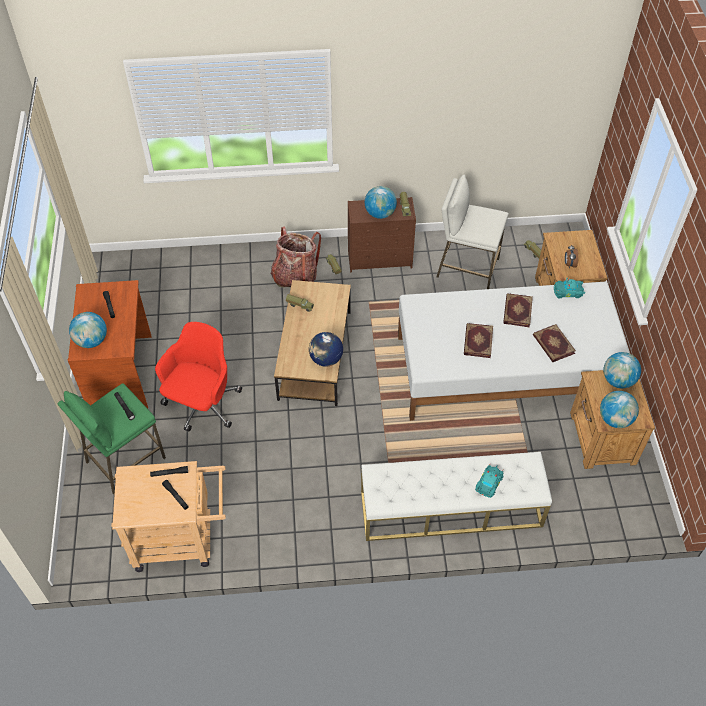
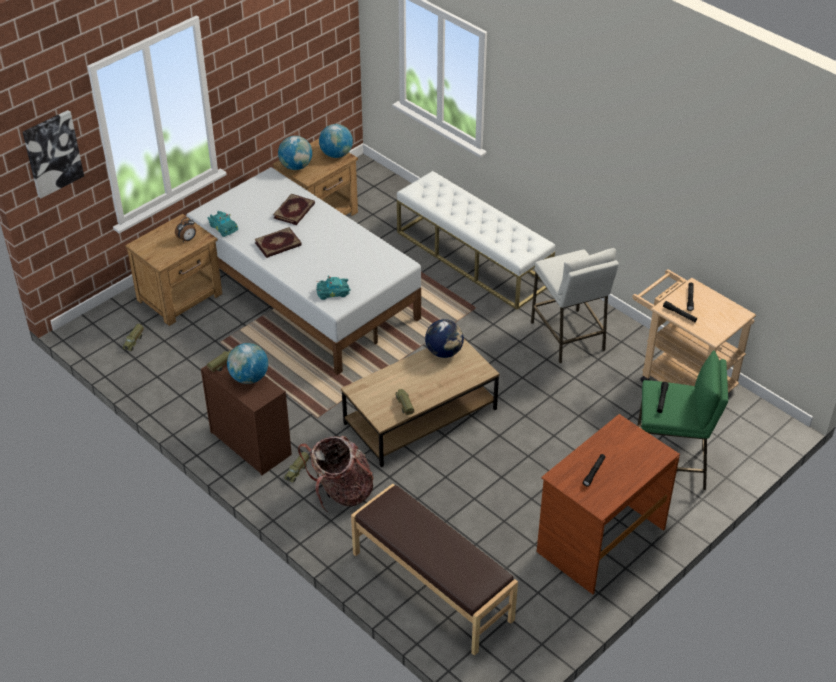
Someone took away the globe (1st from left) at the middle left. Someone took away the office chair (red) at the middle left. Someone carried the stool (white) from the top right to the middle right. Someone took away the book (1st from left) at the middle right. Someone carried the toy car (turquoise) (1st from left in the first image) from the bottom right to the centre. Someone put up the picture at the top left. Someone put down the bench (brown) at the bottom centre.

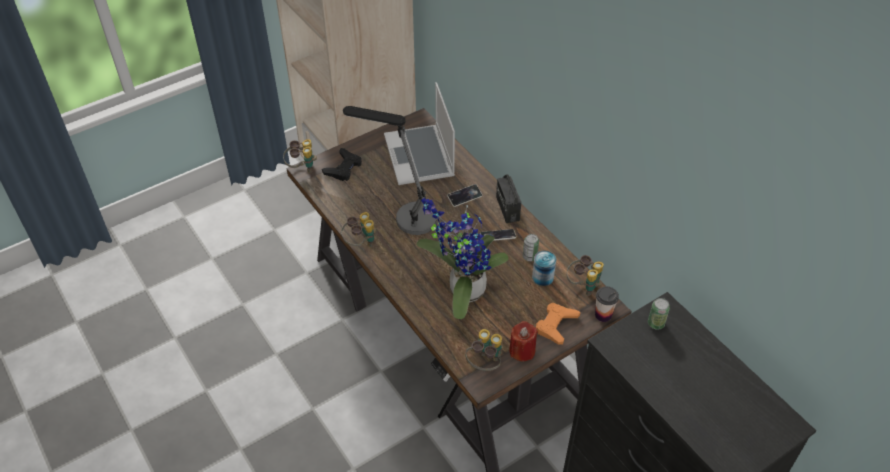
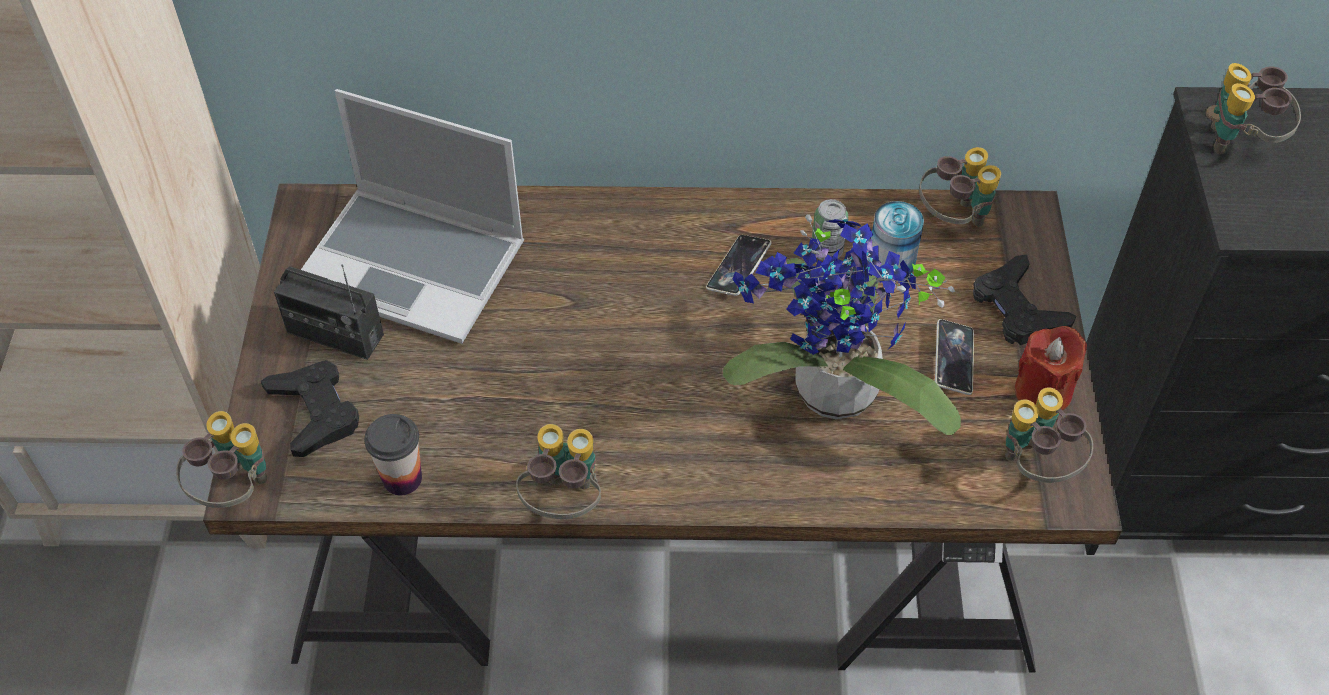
Someone took away the table lamp at the centre. Someone carried the phone (1st from left in the first image) from the centre to the middle right. Someone carried the radio from the centre to the middle left. Someone repainted the game controller (orange) at the bottom centre, which became the game controller (black) (2nd from left) at the middle right. Someone carried the cup from the middle right to the middle left. Someone swapped the can (3rd from left) at the middle right for the binoculars (5th from left) at the top right.

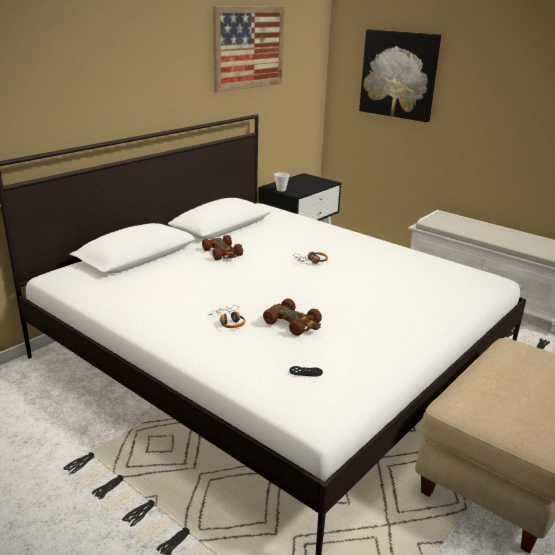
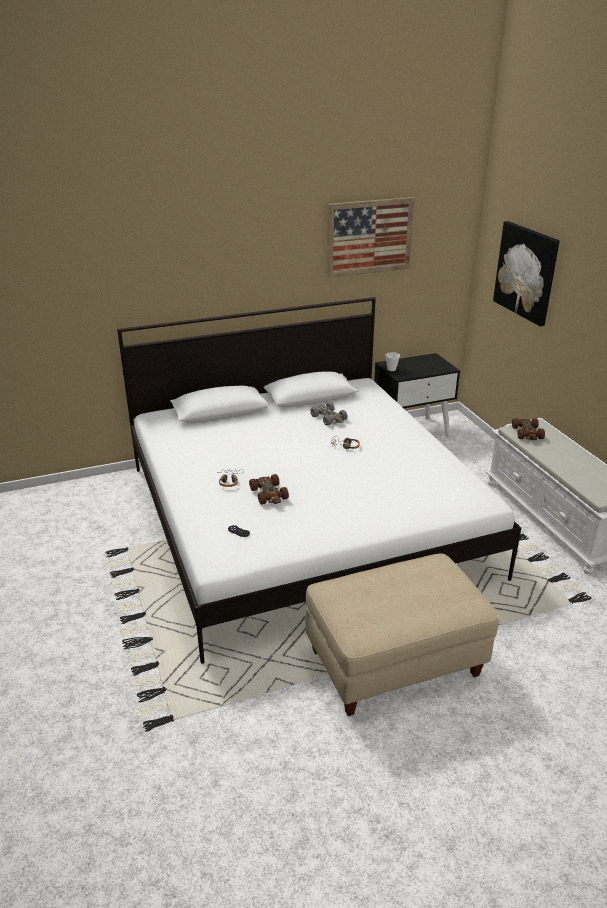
Someone carried the toy car (brown) (1st from left in the first image) from the centre to the middle right. Someone put down the toy car (grey) at the centre.

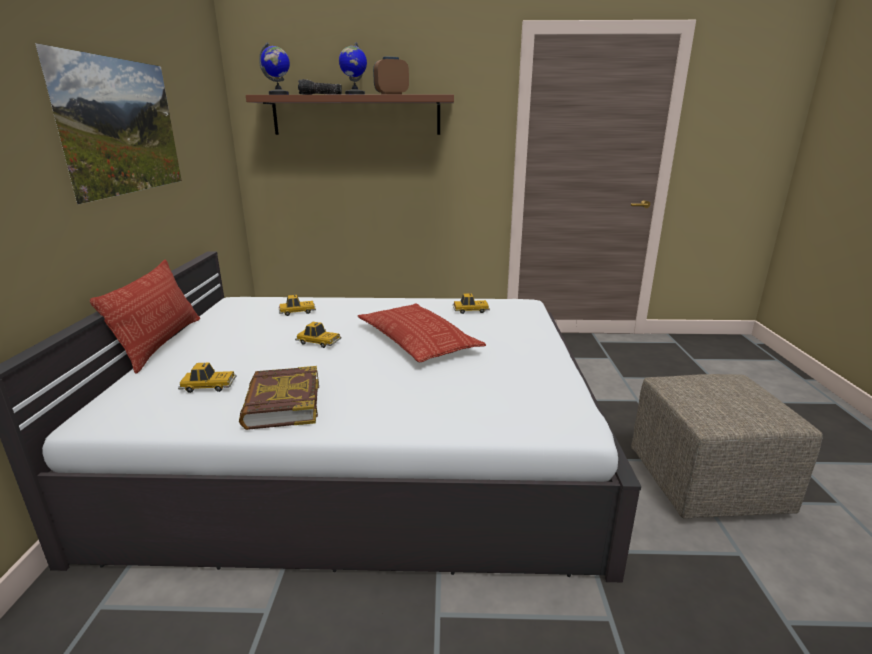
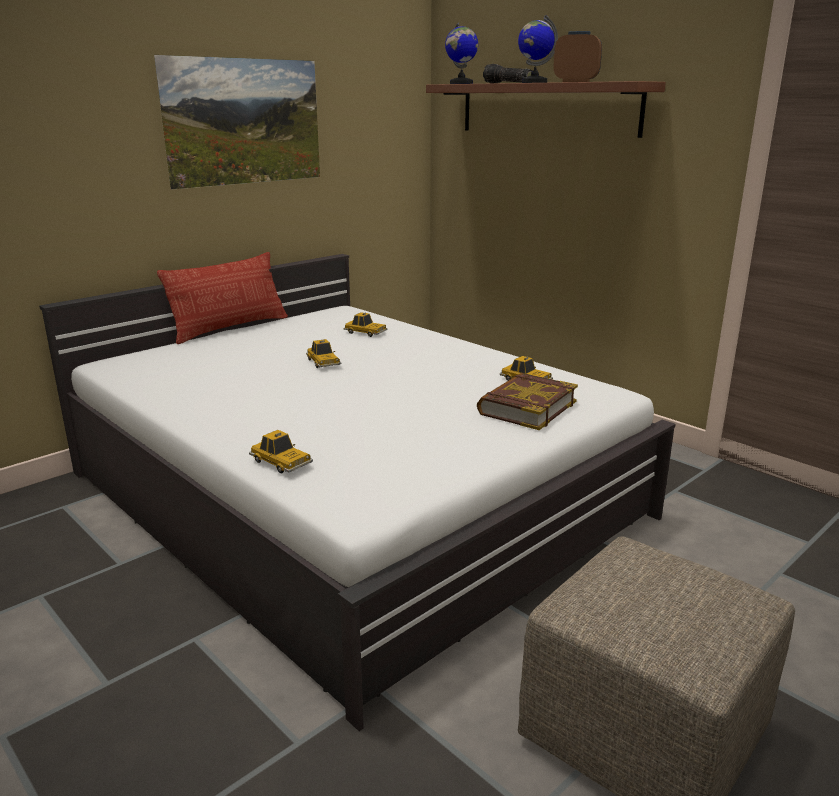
Someone carried the toy car (1st from left) from the middle left to the centre. Someone carried the book from the middle left to the centre. Someone took away the pillow (2nd from left) at the centre.

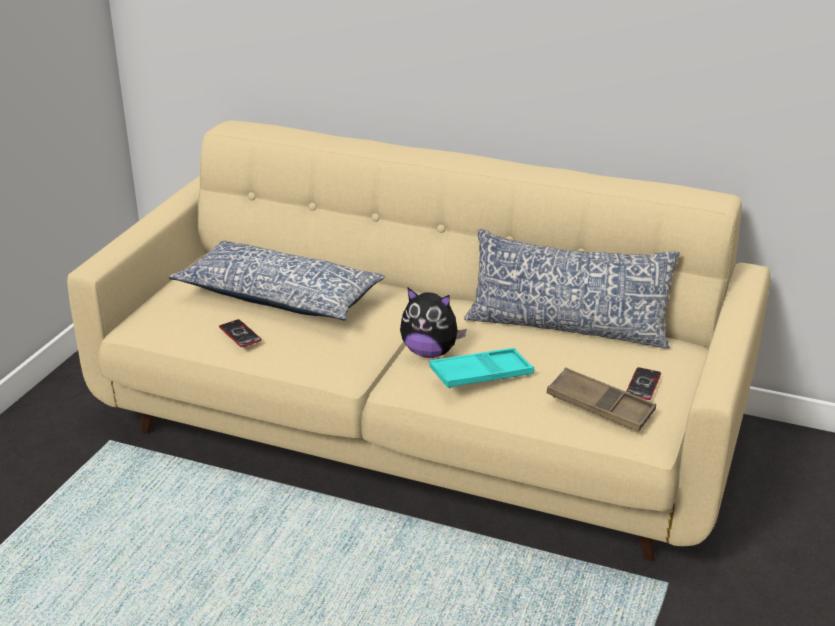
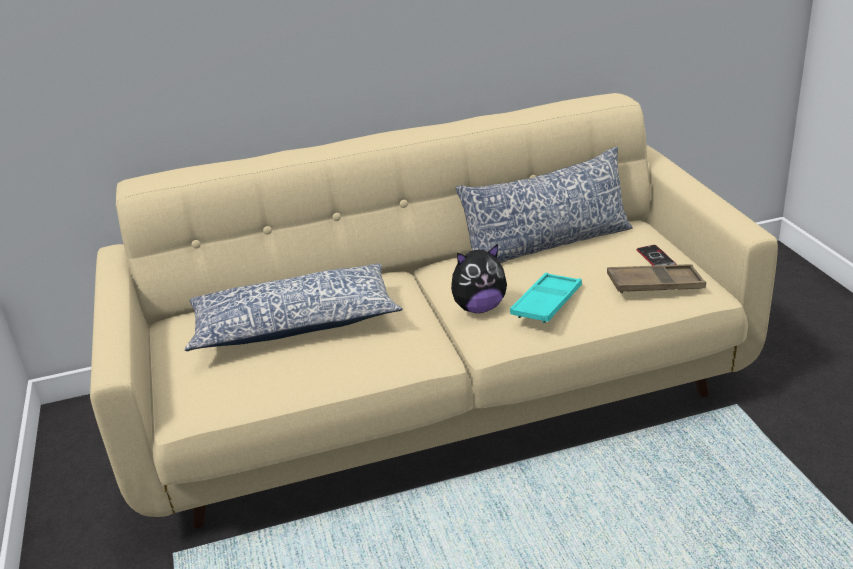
Someone took away the phone (1st from left) at the middle left.

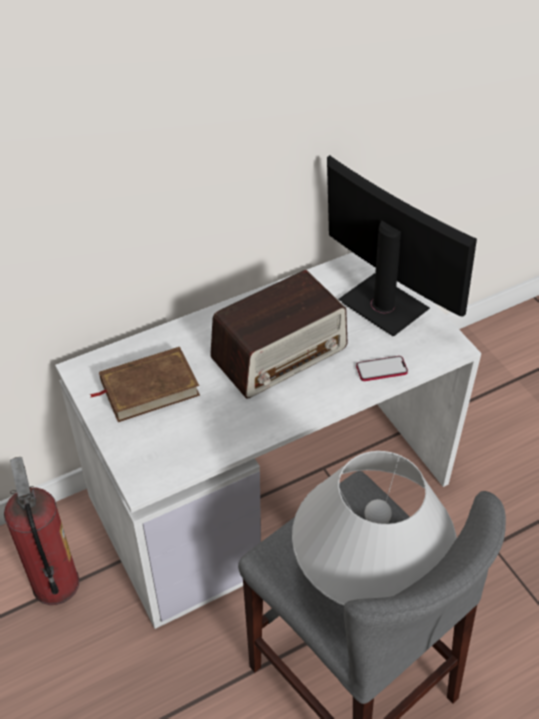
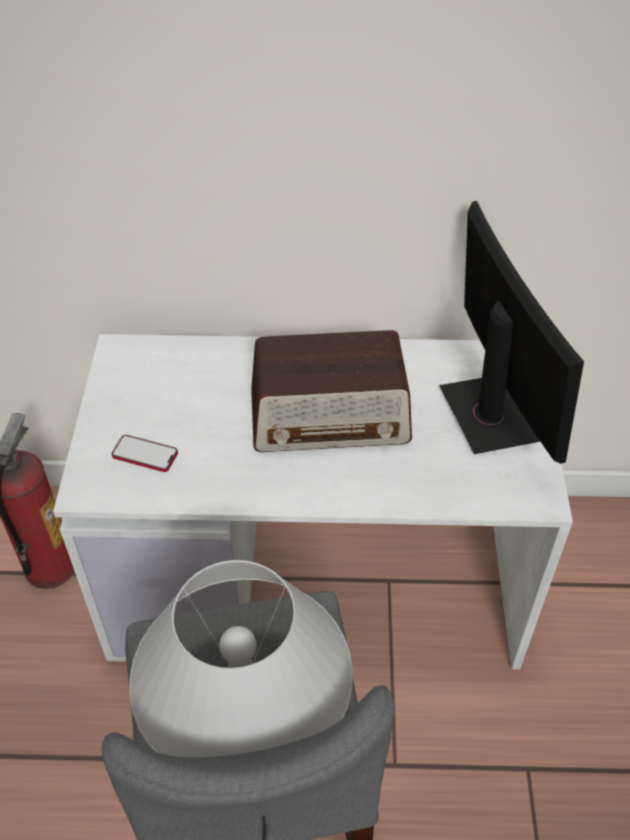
Someone took away the book (brown) at the middle left. Someone carried the phone from the middle right to the middle left.

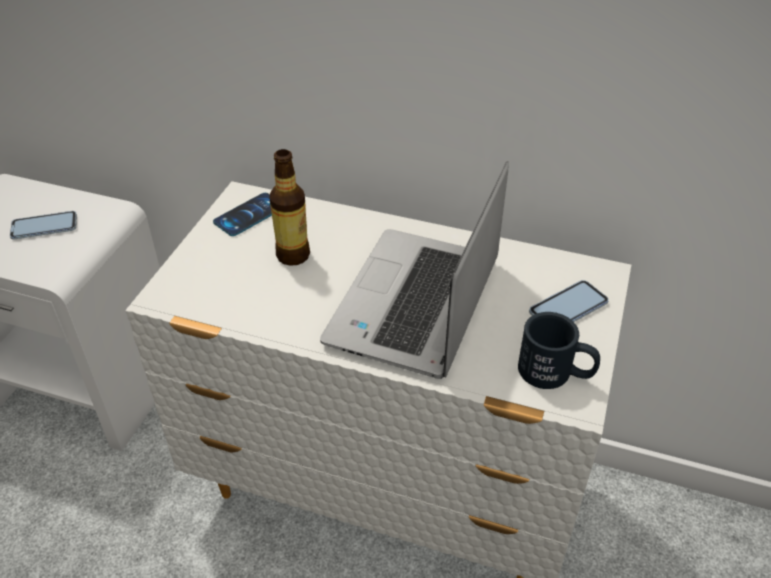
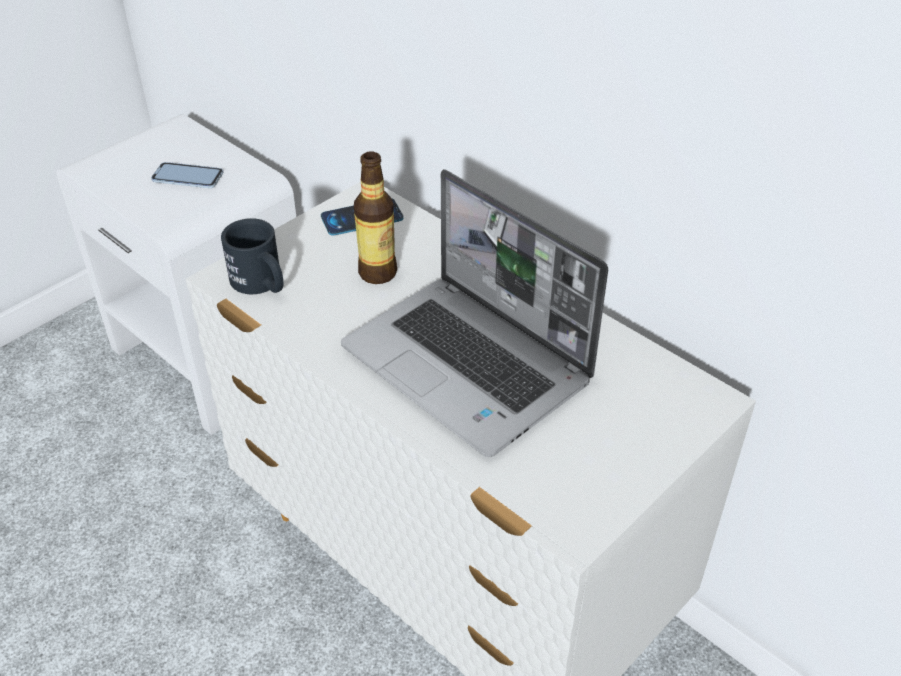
Someone rotated the laptop at the centre by 90 degrees counterclockwise. Someone carried the mug (black) from the middle right to the middle left. Someone took away the phone (3rd from left) at the middle right.

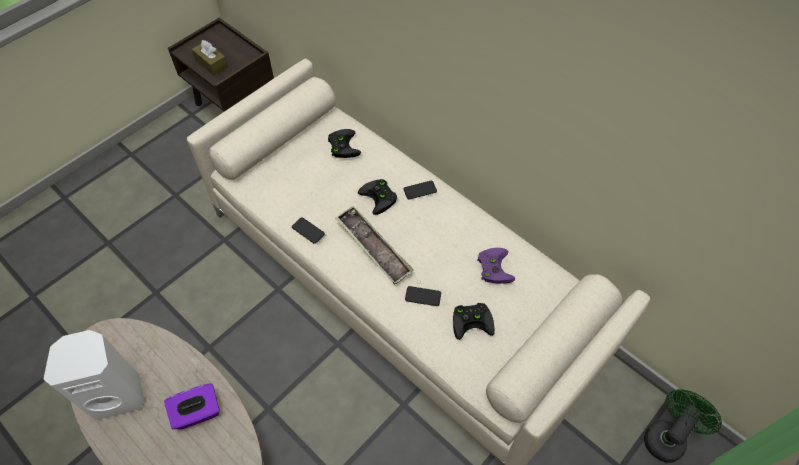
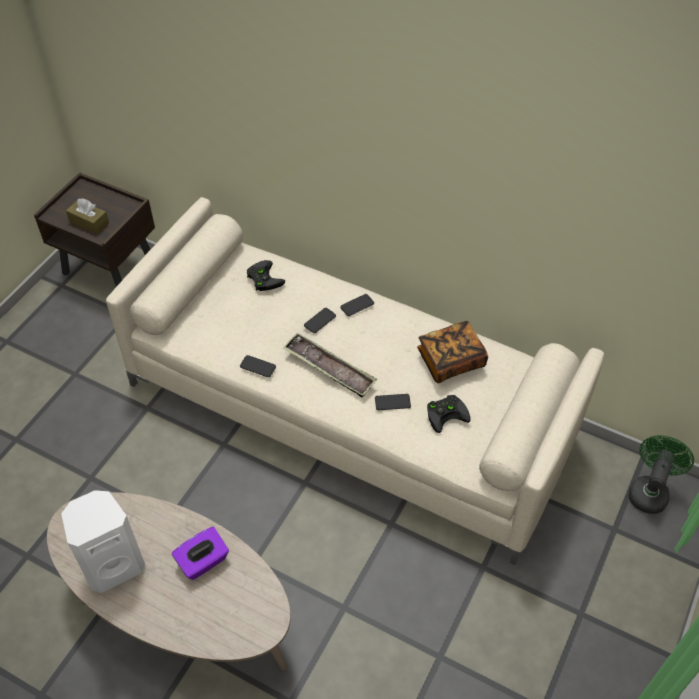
Someone swapped the game controller (black) (2nd from left) at the centre for the phone (2nd from left) at the centre. Someone swapped the game controller (purple) at the centre for the book at the centre.

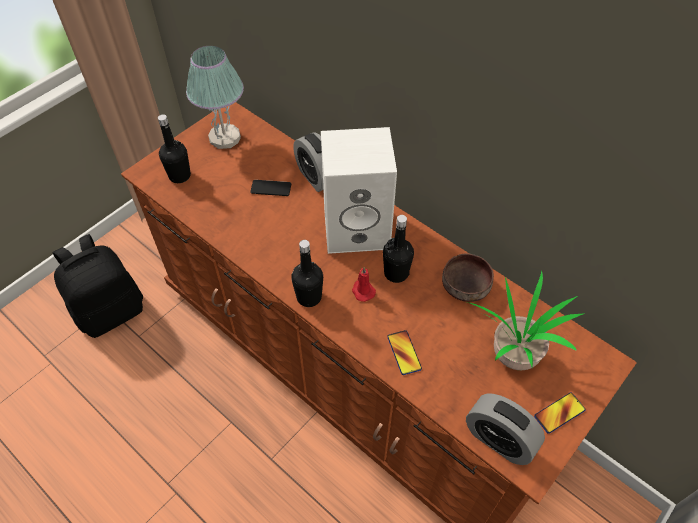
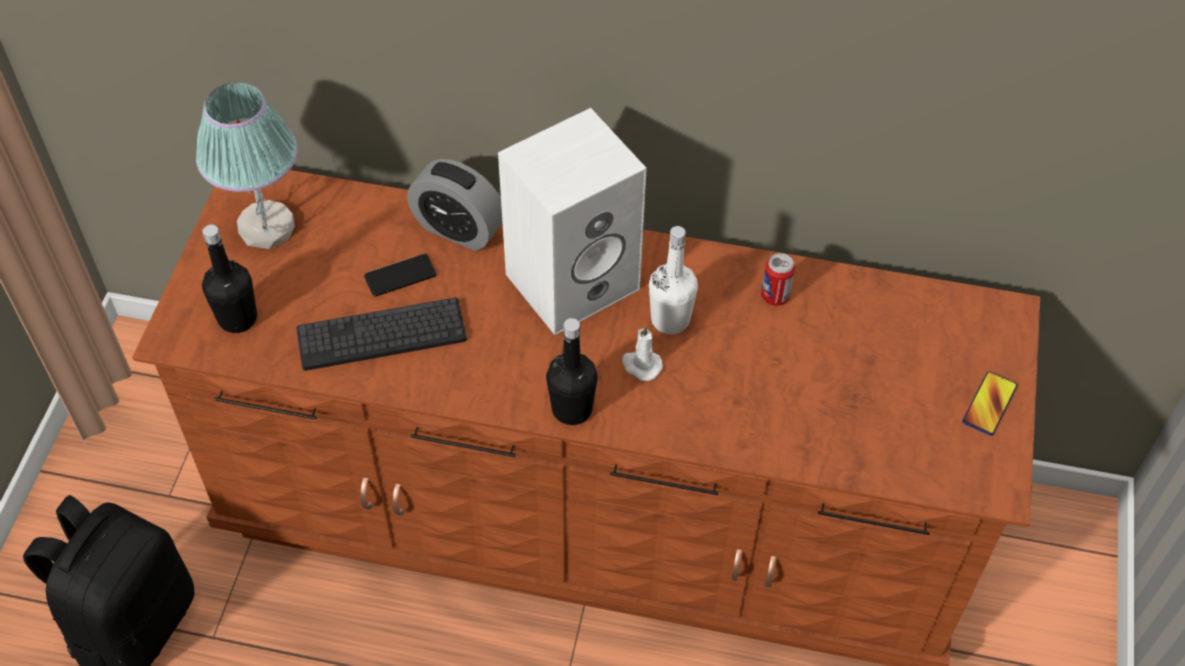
Someone repainted the candle (red) at the centre, which became the candle (white) at the centre. Someone repainted the bottle (black) (3rd from left) at the centre, which became the bottle (white) at the centre. Someone took away the phone (2nd from left) at the bottom centre. Someone swapped the bowl (brown) at the middle right for the can at the centre. Someone took away the alarm clock (2nd from left) at the bottom right. Someone took away the potted plant at the middle right. Someone put down the keyboard at the middle left.

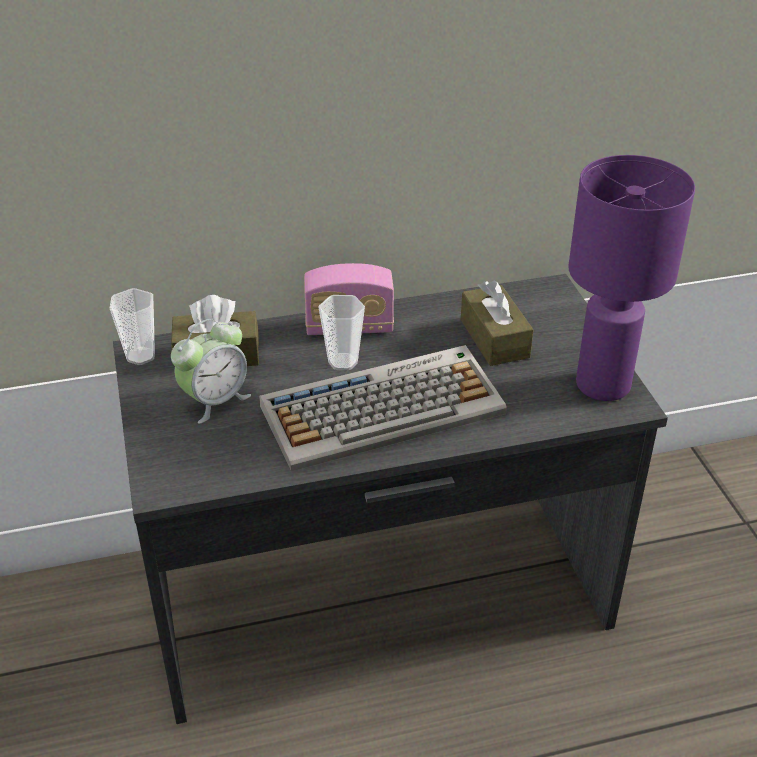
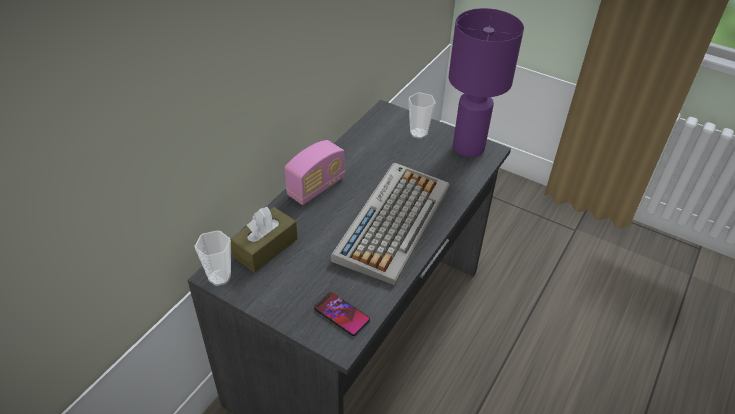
Someone took away the alarm clock at the middle left. Someone carried the cup (2nd from left) from the centre to the top centre. Someone took away the tissue box (brown) (2nd from left) at the centre. Someone put down the phone at the bottom centre.

